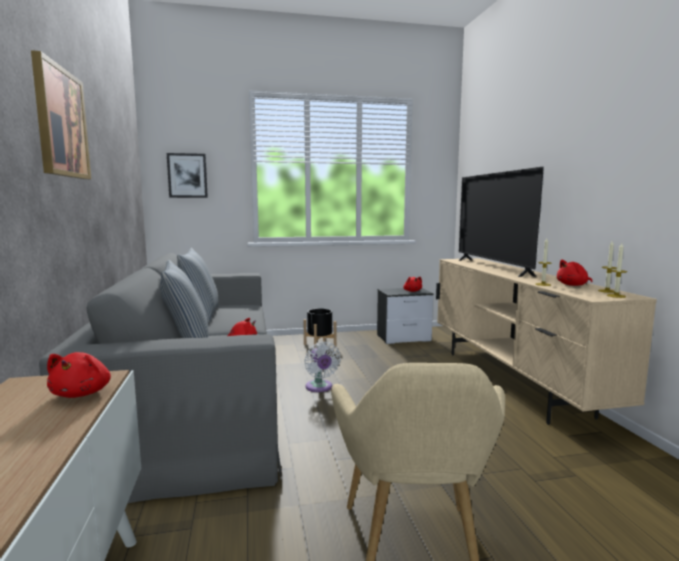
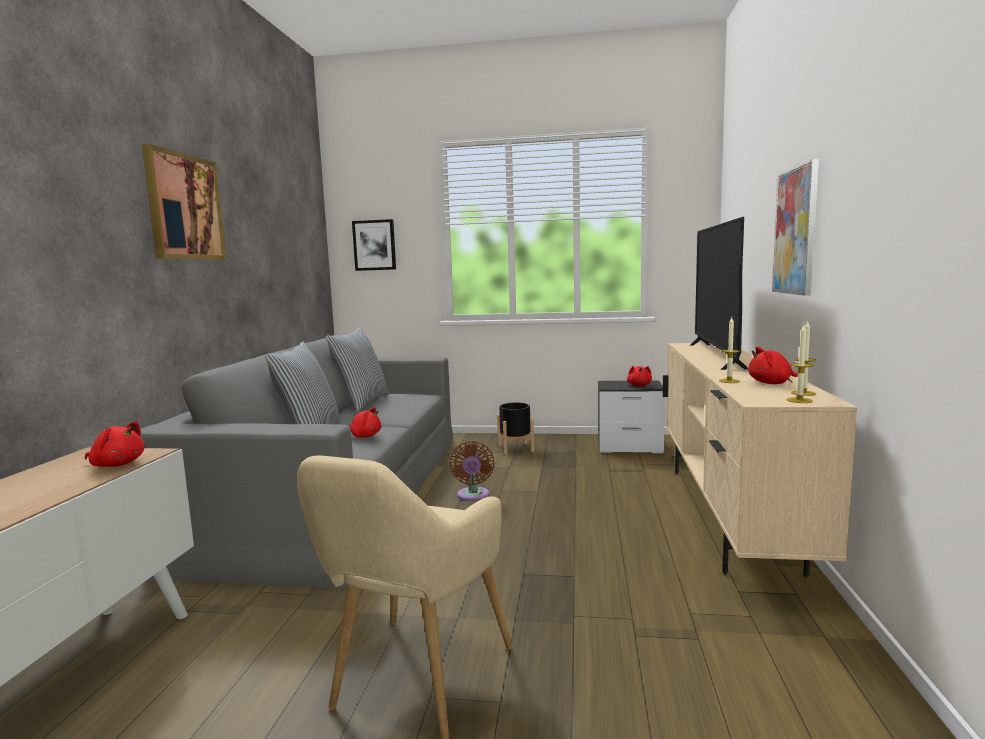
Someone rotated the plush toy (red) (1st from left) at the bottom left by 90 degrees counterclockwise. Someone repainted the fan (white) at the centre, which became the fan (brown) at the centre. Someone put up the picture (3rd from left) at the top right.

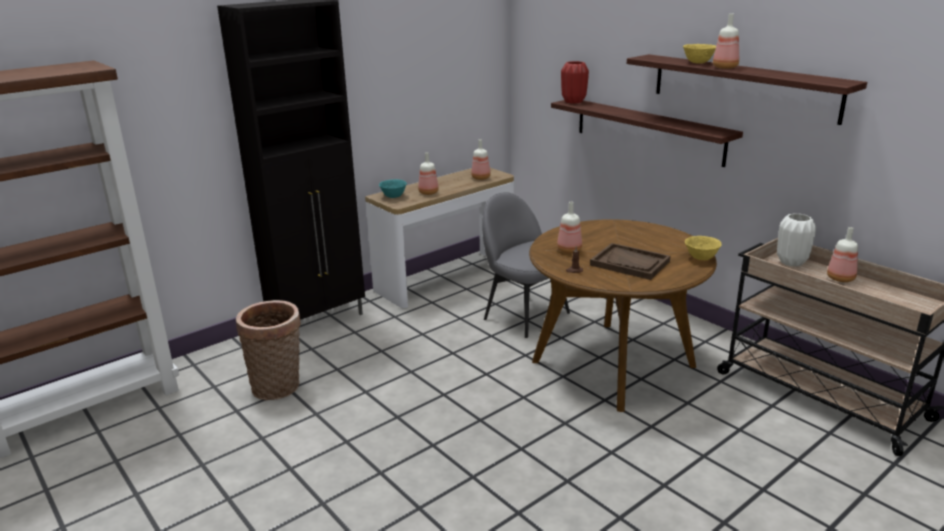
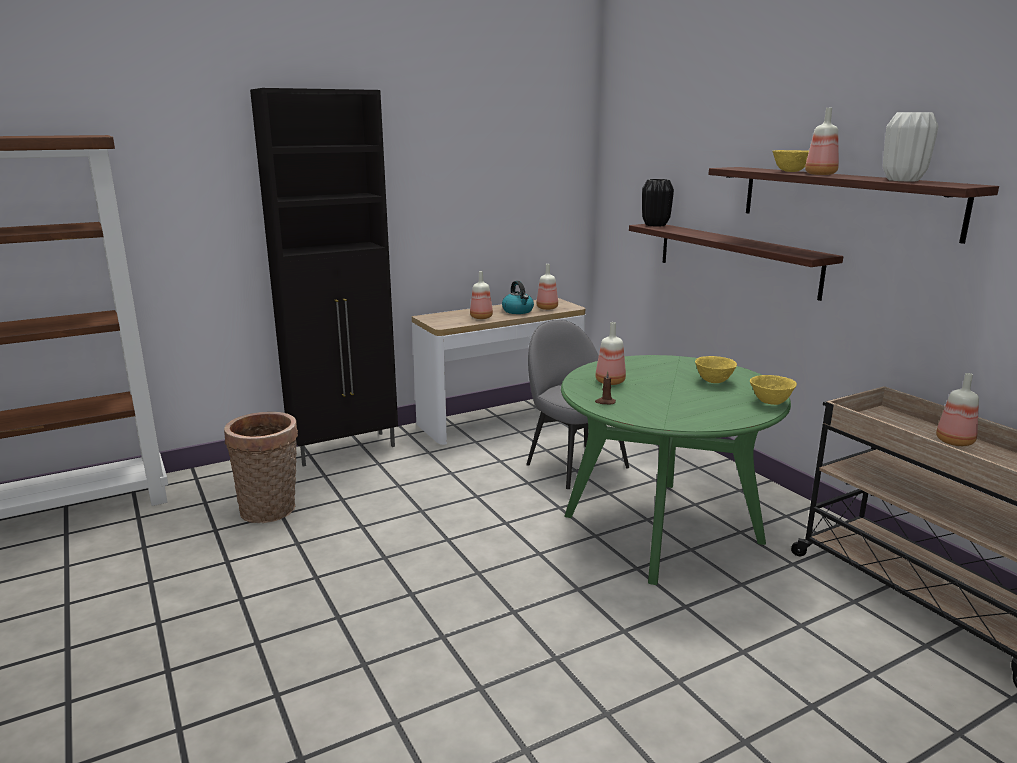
Someone took away the bowl (turquoise) at the centre. Someone repainted the dining table (brown) at the centre, which became the dining table (green) at the centre. Someone repainted the vase (red) at the top centre, which became the vase (black) at the top centre. Someone took away the tray (brown) at the middle right. Someone carried the vase (white) from the middle right to the top right. Someone put down the kettle at the centre. Someone put down the bowl (yellow) (1st from left) at the middle right.

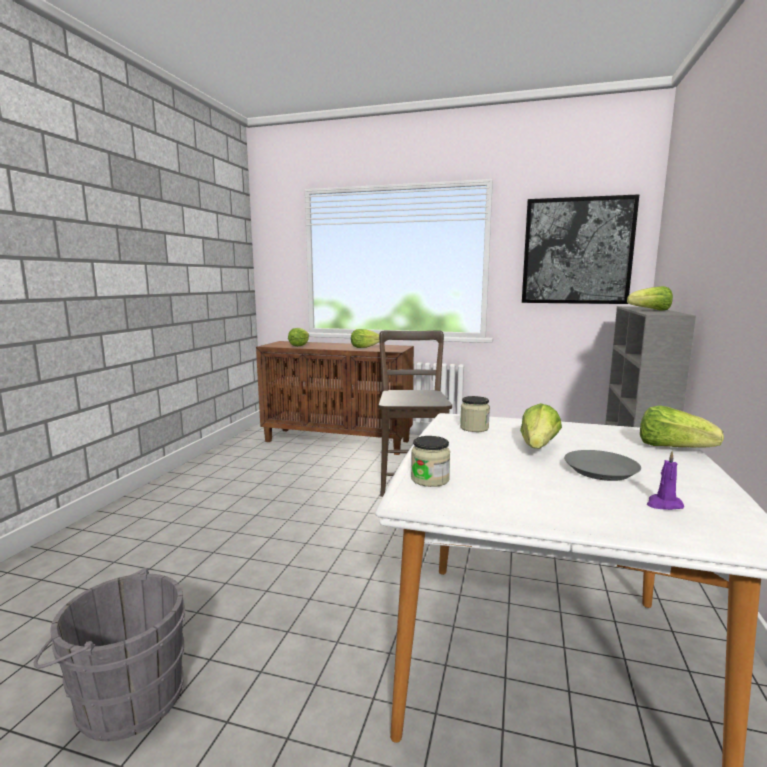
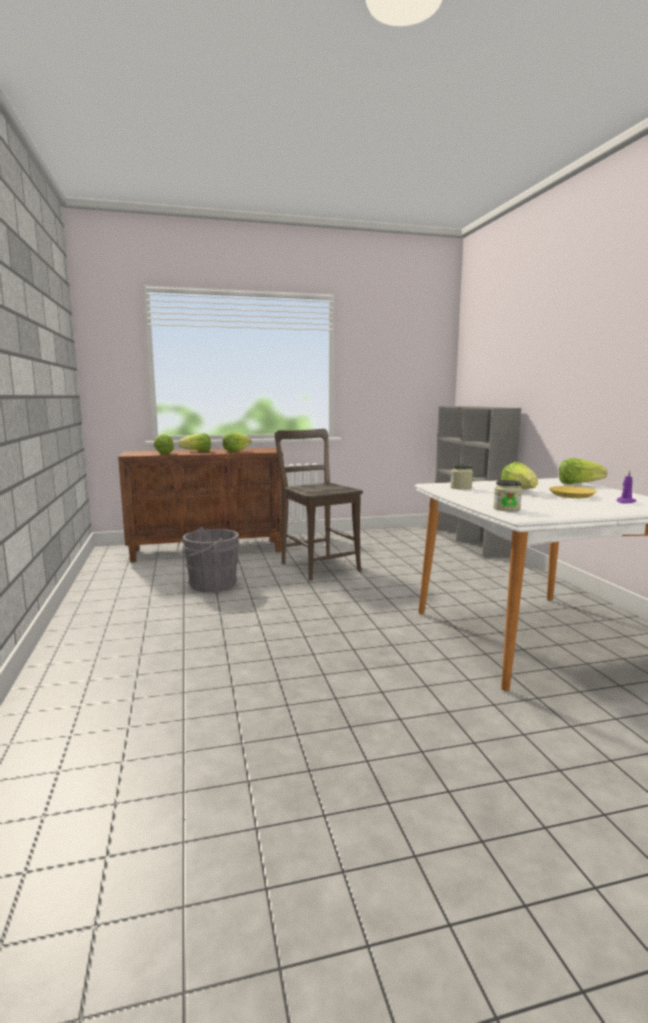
Someone carried the bucket (grey) from the bottom left to the middle left. Someone took away the picture at the top right. Someone repainted the plate (grey) at the middle right, which became the plate (yellow) at the middle right. Someone carried the lettuce (4th from left in the first image) from the middle right to the middle left.

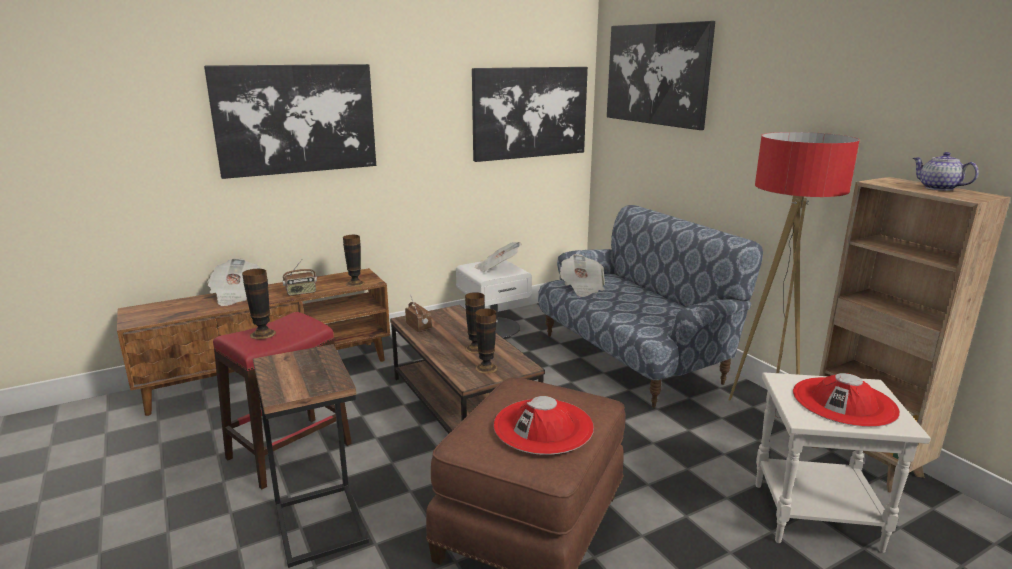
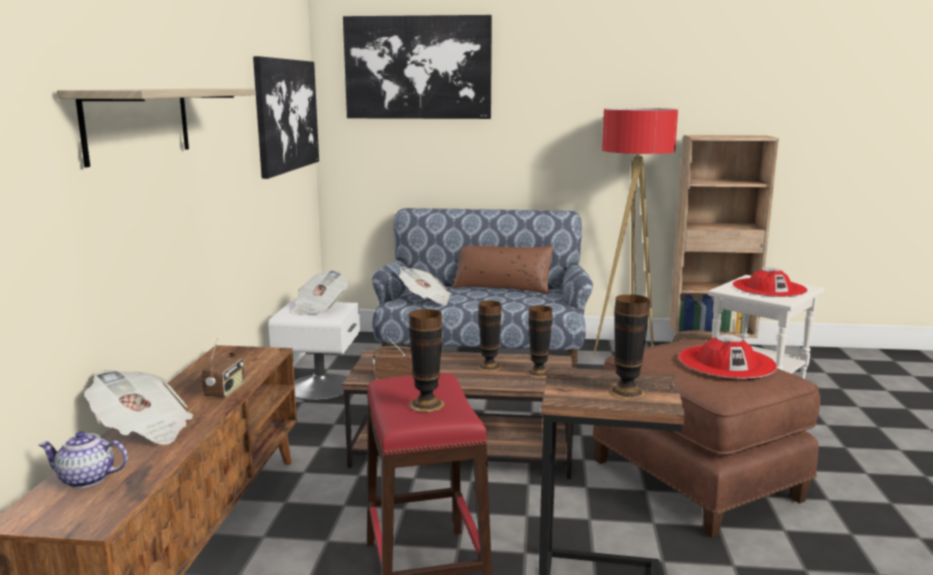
Someone swapped the picture (1st from left) at the top left for the shelf at the top left. Someone carried the vase (2nd from left in the first image) from the centre to the middle right. Someone carried the teapot from the top right to the bottom left. Someone put down the pillow (brown) at the centre.

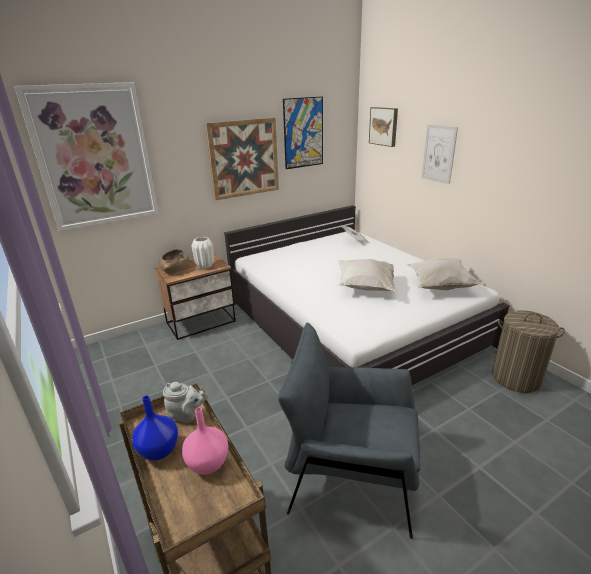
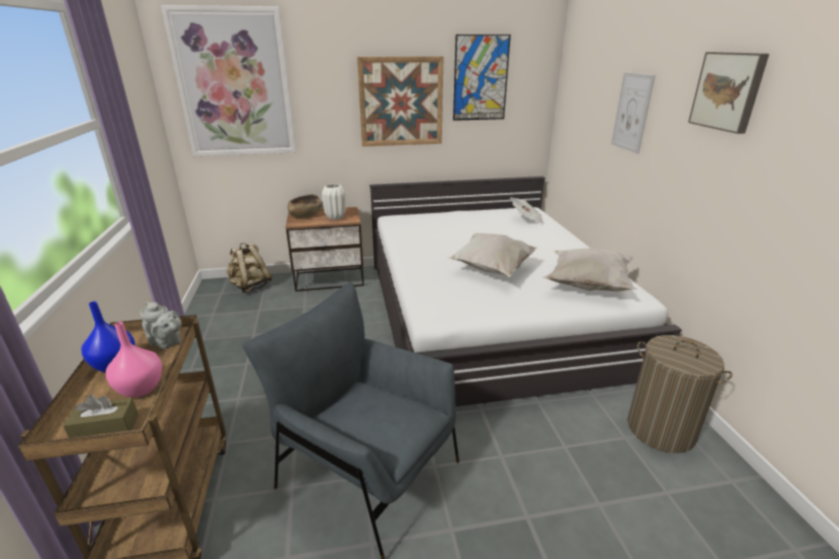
Someone carried the picture (4th from left in the first image) from the top centre to the top right. Someone put down the tissue box (brown) at the bottom left. Someone put down the backpack (beige) at the middle left.

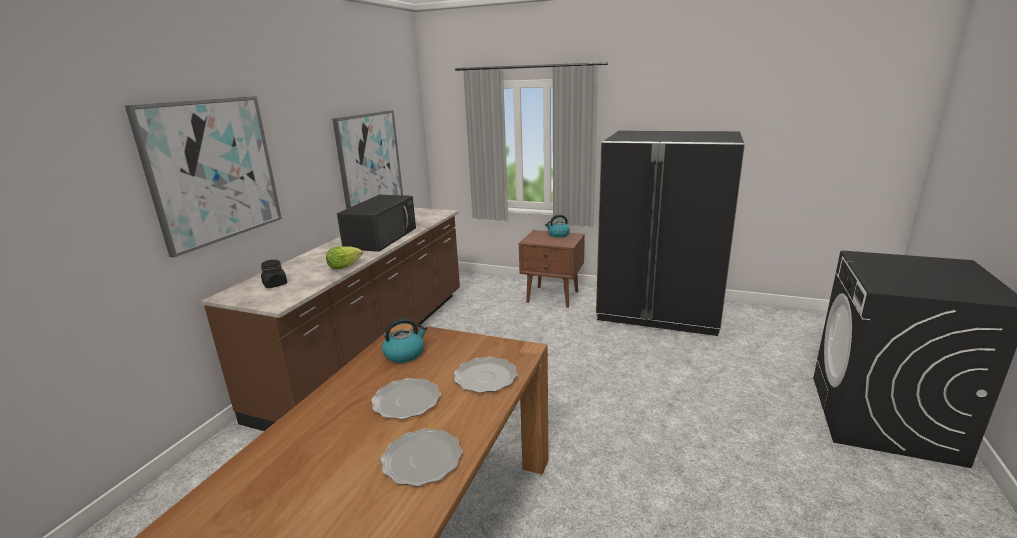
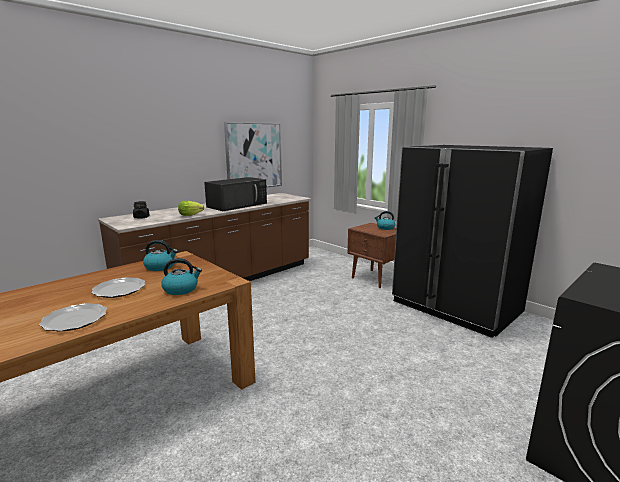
Someone took away the picture (1st from left) at the top left. Someone swapped the plate (3rd from left) at the bottom centre for the kettle (2nd from left) at the middle left.

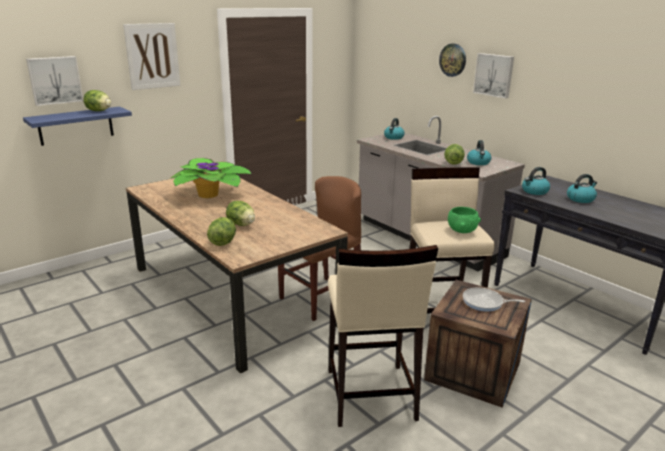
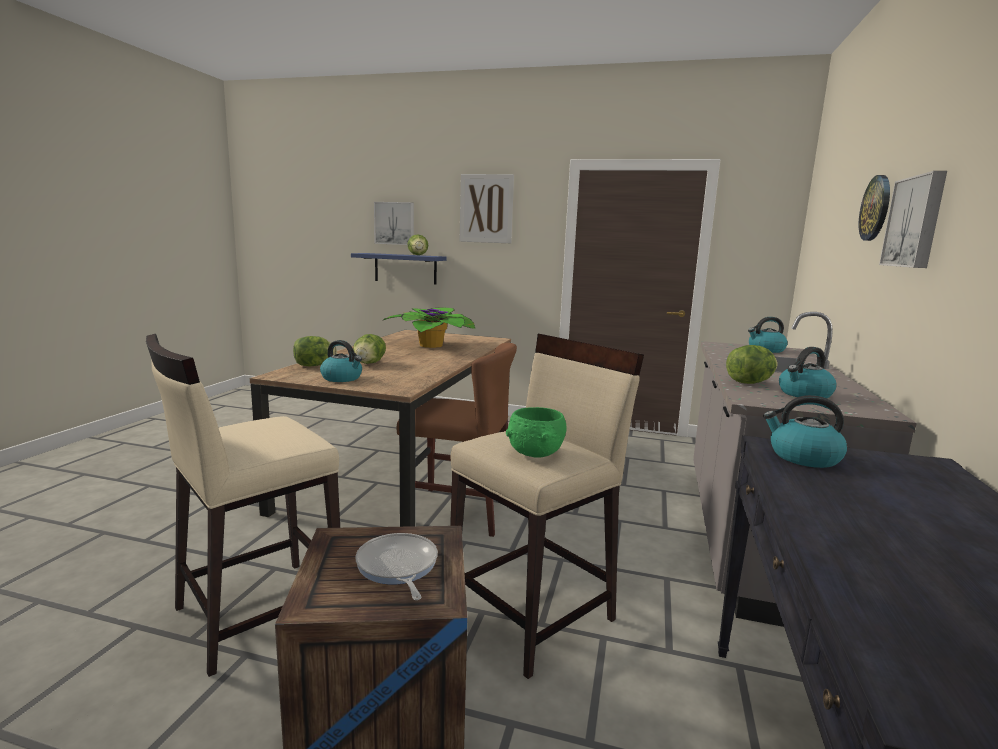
Someone carried the kettle (4th from left in the first image) from the middle right to the centre.

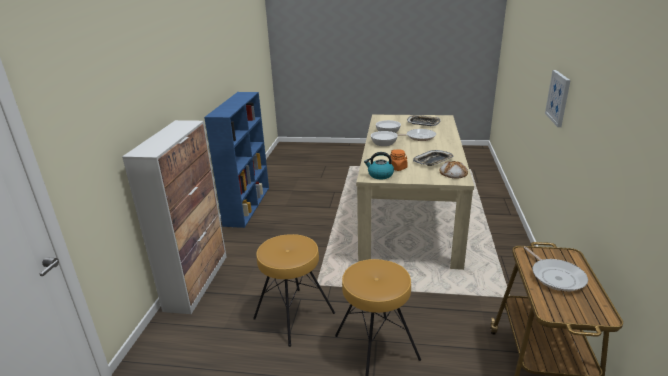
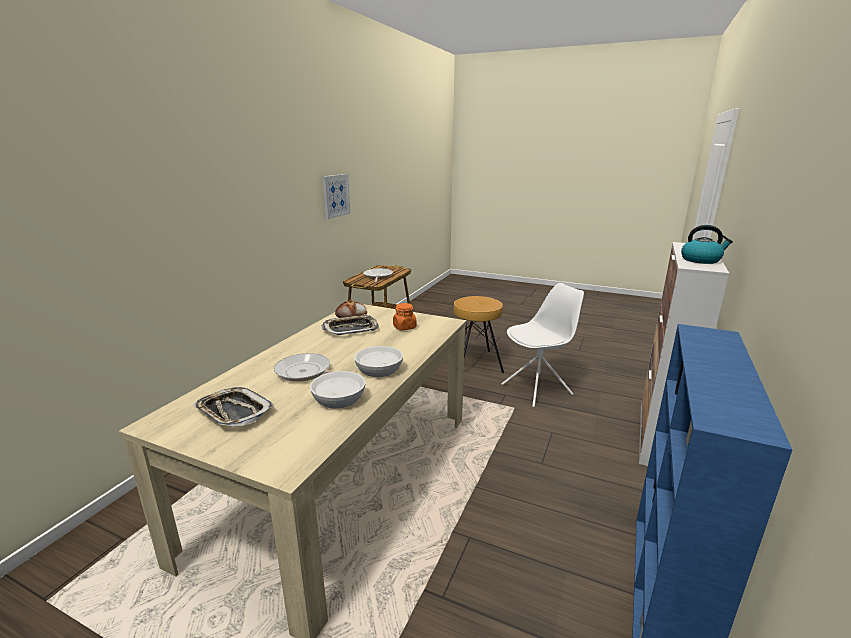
Someone swapped the stool (brown) (1st from left) at the bottom centre for the chair (white) at the centre. Someone carried the kettle from the centre to the middle right. Someone carried the picture from the top right to the top centre.

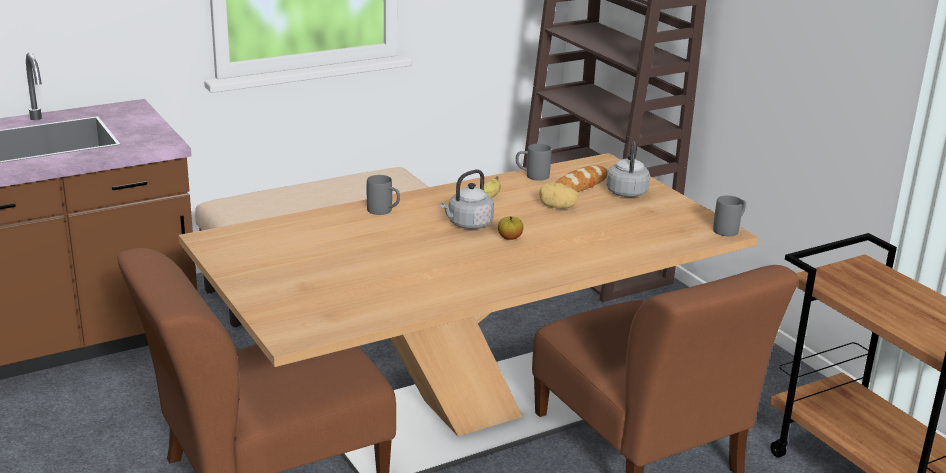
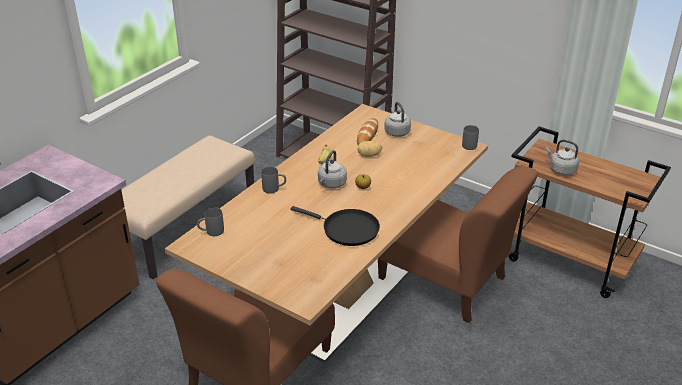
Someone carried the mug (grey) (2nd from left in the first image) from the centre to the middle left. Someone put down the frying pan (black) at the centre. Someone put down the kettle (grey) (3rd from left) at the middle right.

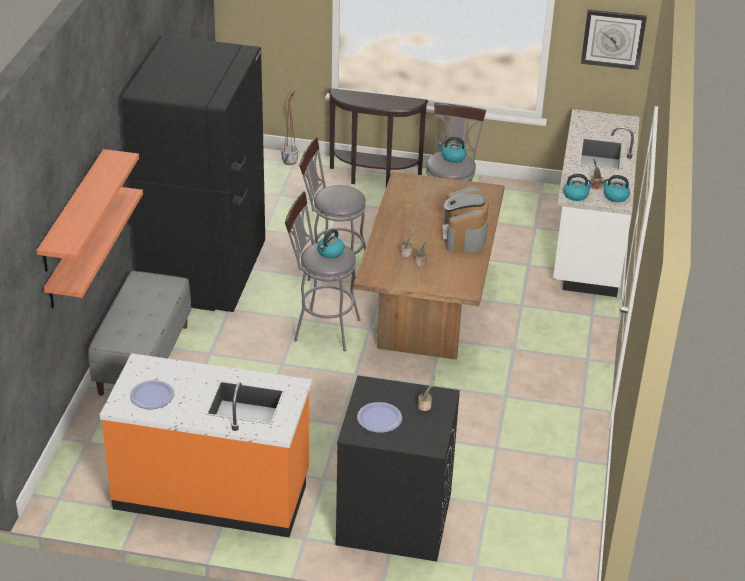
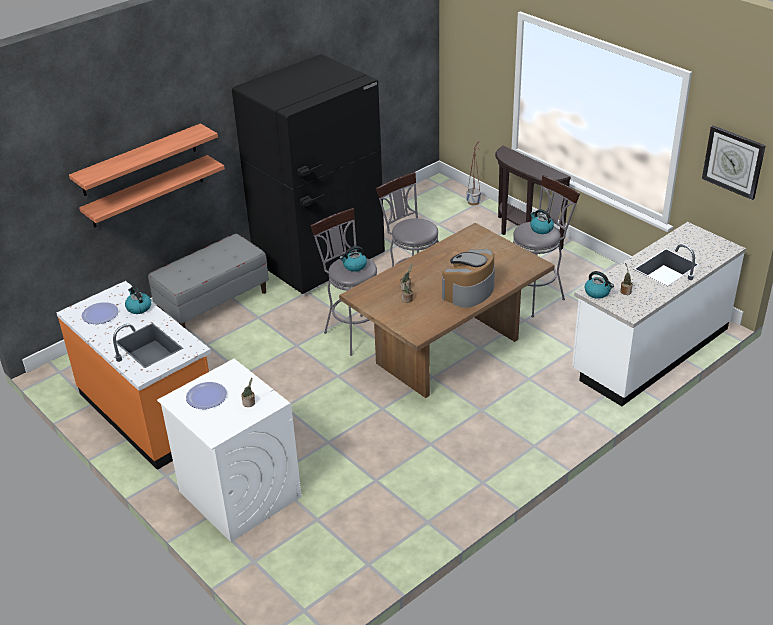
Someone repainted the washing machine (black) at the bottom centre, which became the washing machine (white) at the bottom left. Someone carried the kettle (4th from left in the first image) from the top right to the middle left.

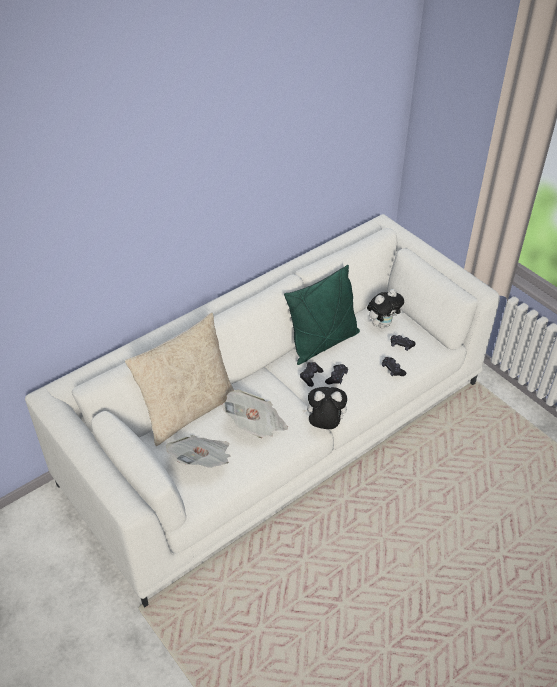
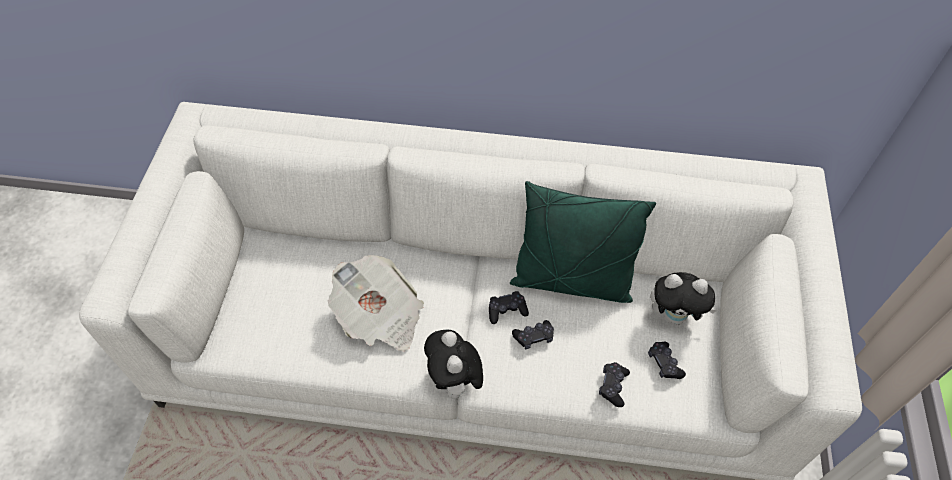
Someone took away the pillow (beige) at the middle left. Someone took away the newspaper (1st from left) at the centre. Someone rotated the plush toy (1st from left) at the centre by 150 degrees counterclockwise.

